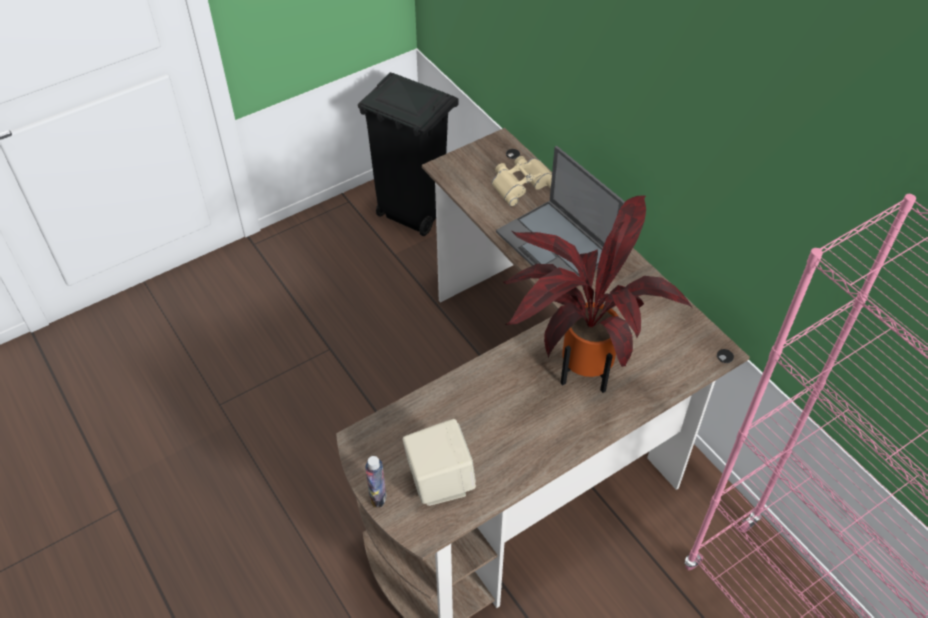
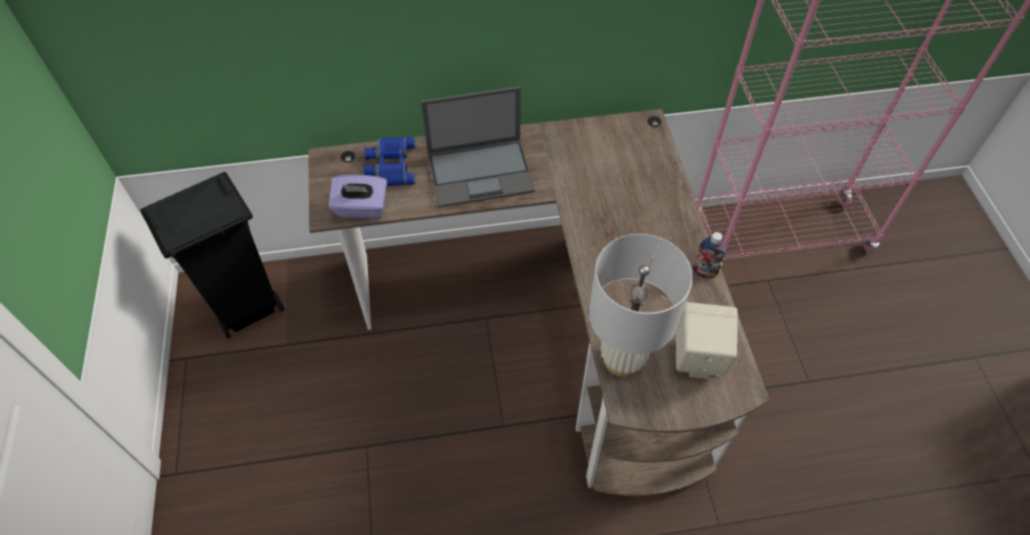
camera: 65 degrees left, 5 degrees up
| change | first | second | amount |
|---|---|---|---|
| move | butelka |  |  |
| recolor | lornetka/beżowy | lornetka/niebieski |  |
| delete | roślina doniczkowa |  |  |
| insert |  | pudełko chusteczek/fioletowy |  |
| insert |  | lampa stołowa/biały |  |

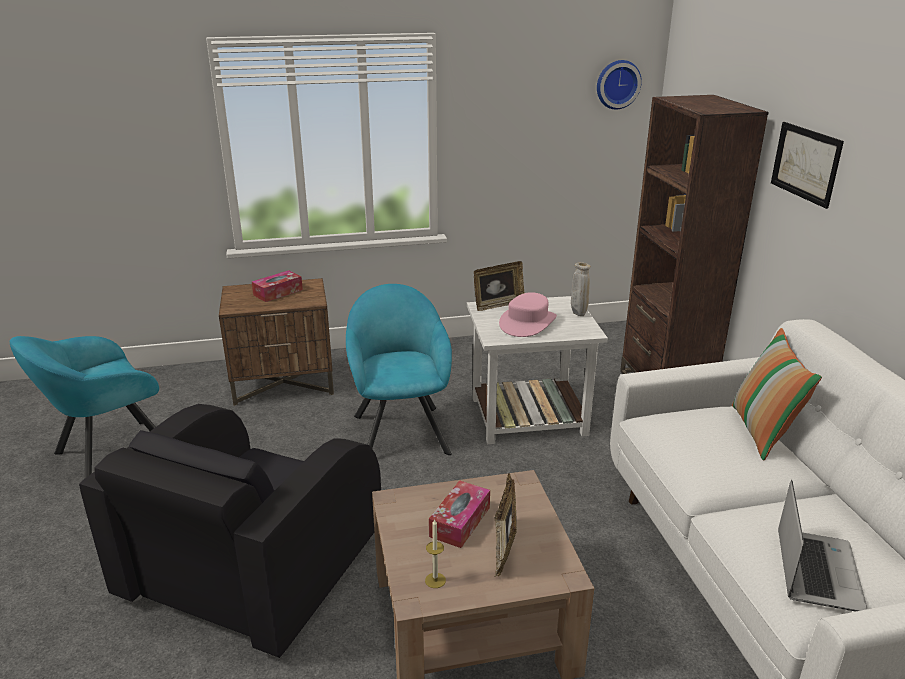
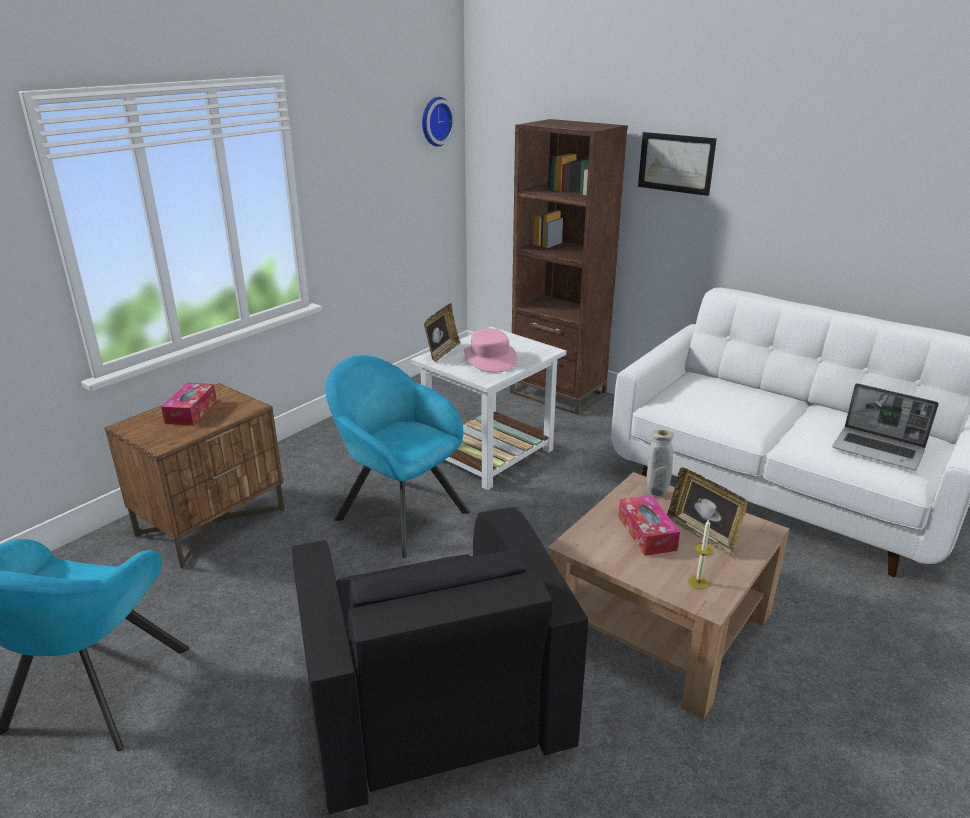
camera: 40 degrees left, 0 degrees up
| change | first | second | amount |
|---|---|---|---|
| move | wazon/beżowy |  |  |
| delete | poduszka |  |  |
| rotate | laptop |  | 150 degrees clockwise |

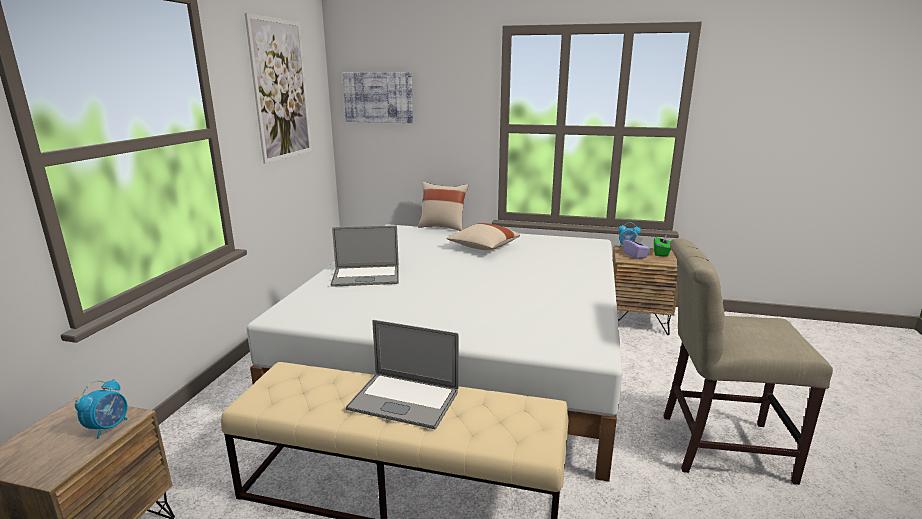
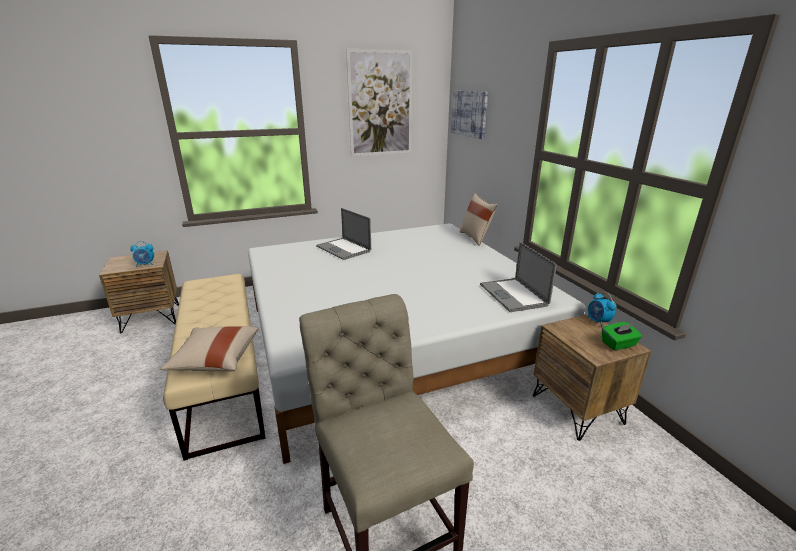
camera: 55 degrees right, 5 degrees up
| change | first | second | amount |
|---|---|---|---|
| move | laptop (2nd from left) |  |  |
| move | poduszka/beżowy (2nd from left in the first image) | poduszka/beżowy (1st from left) |  |
| delete | pudełko chusteczek/fioletowy |  |  |

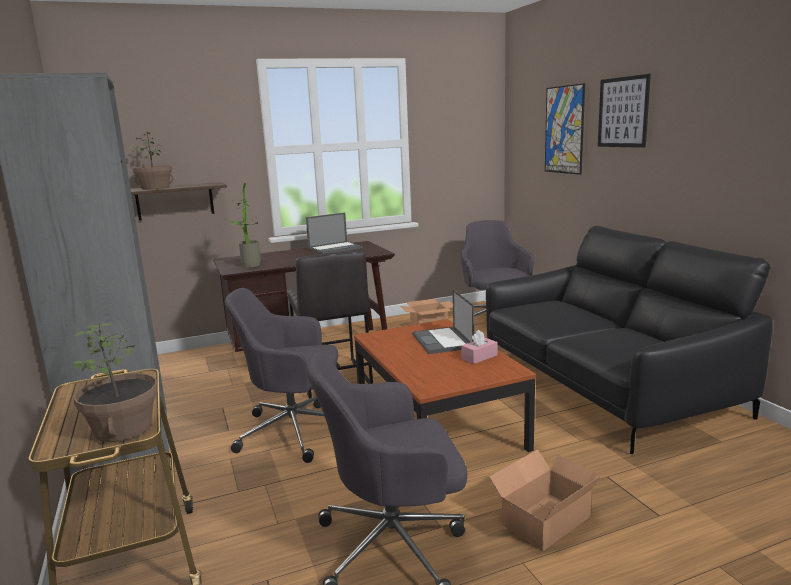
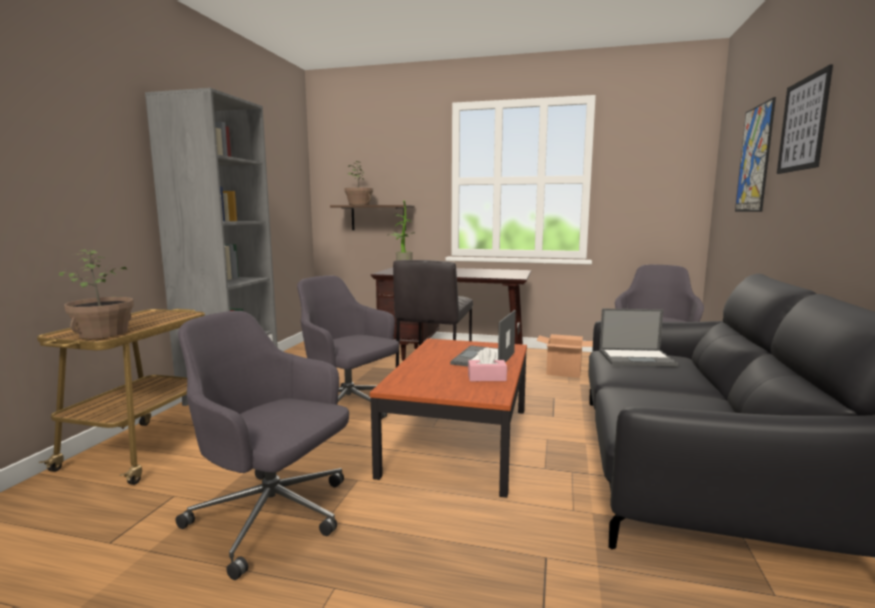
camera: 35 degrees right, 5 degrees down
| change | first | second | amount |
|---|---|---|---|
| move | laptop (1st from left in the first image) | laptop (2nd from left) |  |
| delete | karton (2nd from left) |  |  |

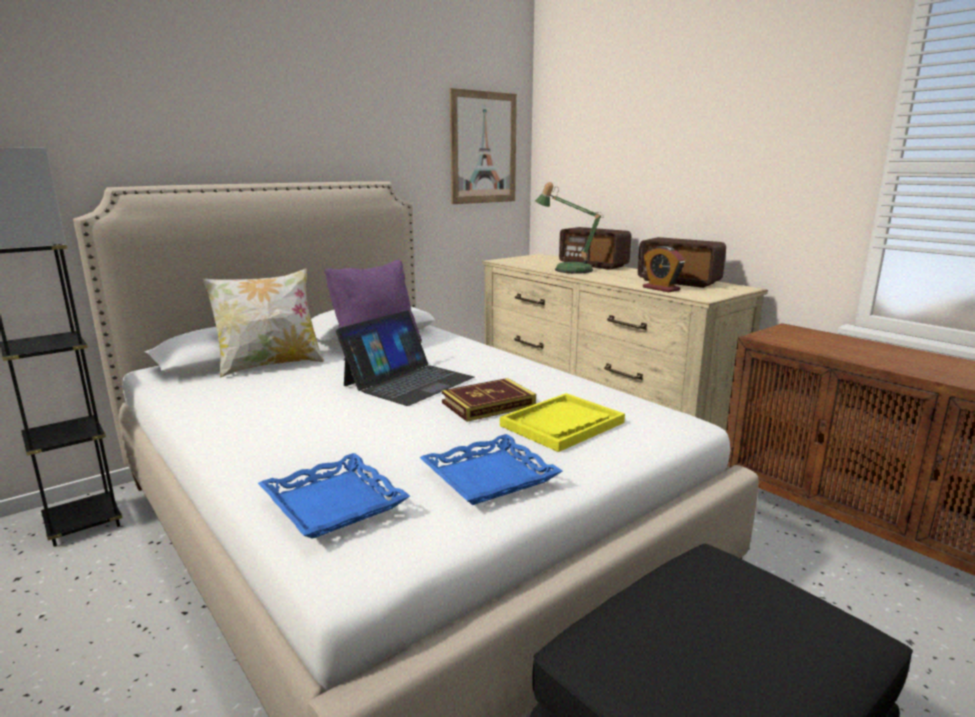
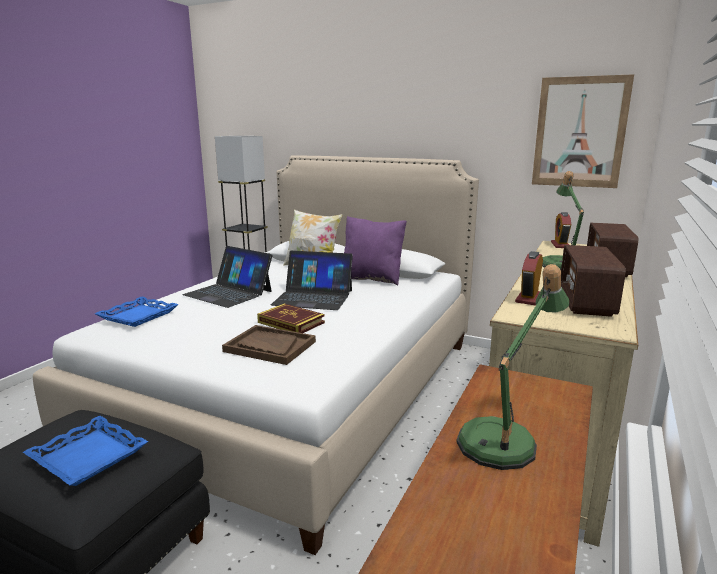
camera: 65 degrees right, 0 degrees up
| change | first | second | amount |
|---|---|---|---|
| move | taca/niebieski (2nd from left in the first image) | taca/niebieski (1st from left) |  |
| recolor | taca/żółty | taca/brązowy |  |
| insert |  | laptop (1st from left) |  |
| insert |  | lampa stołowa (1st from left) |  |
| insert |  | budzik (2nd from left) |  |

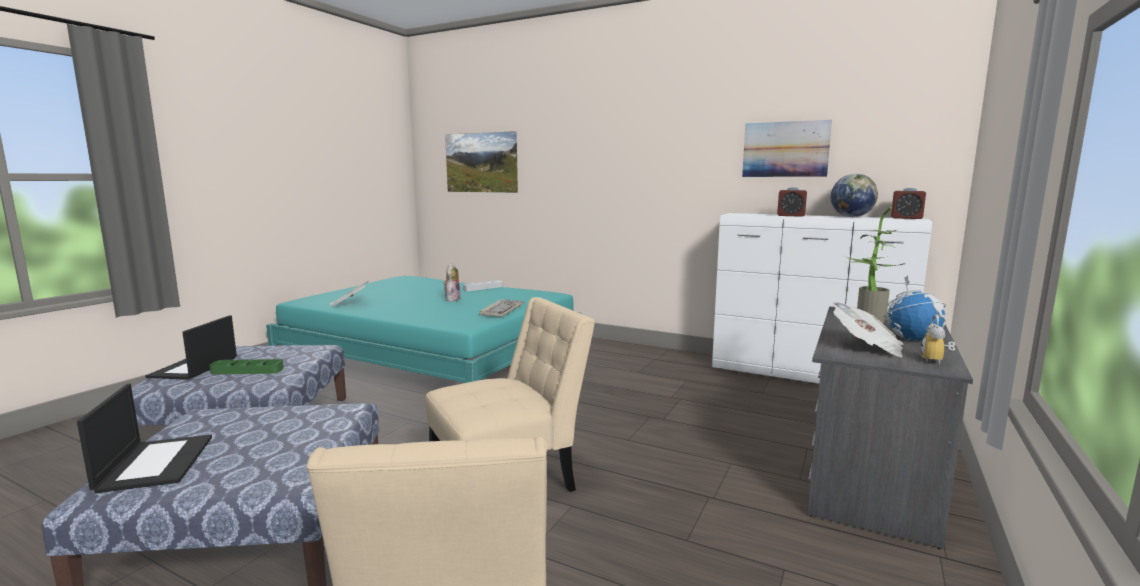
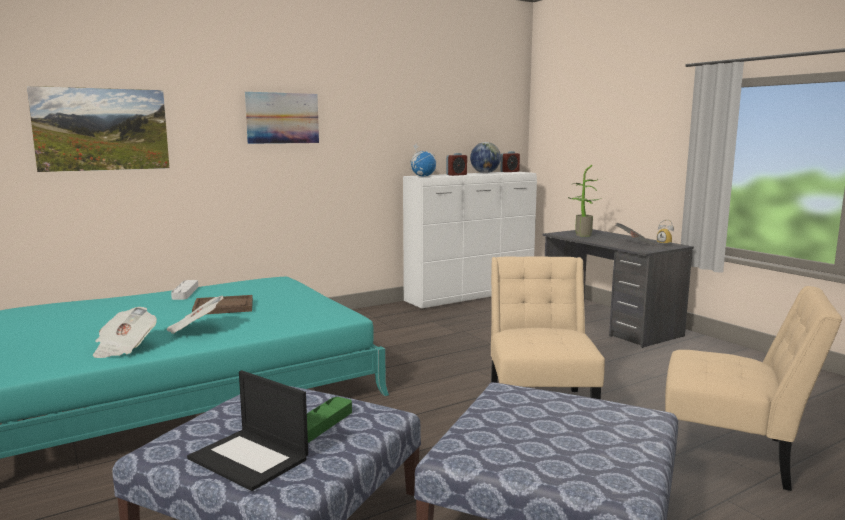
camera: 60 degrees left, 0 degrees up
| change | first | second | amount |
|---|---|---|---|
| delete | laptop (1st from left) |  |  |
| replace | pluszak | taca/brązowy |  |
| delete | klawiatura |  |  |
| move | obraz (2nd from left) |  |  |
| move | globus (2nd from left in the first image) | globus (1st from left) |  |
| insert |  | gazeta (2nd from left) |  |

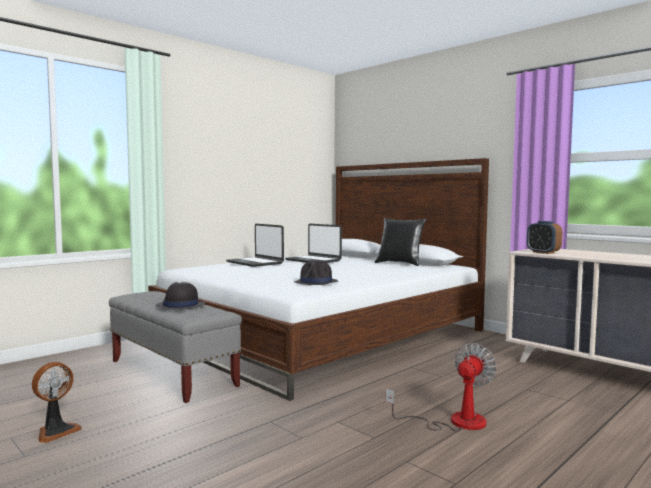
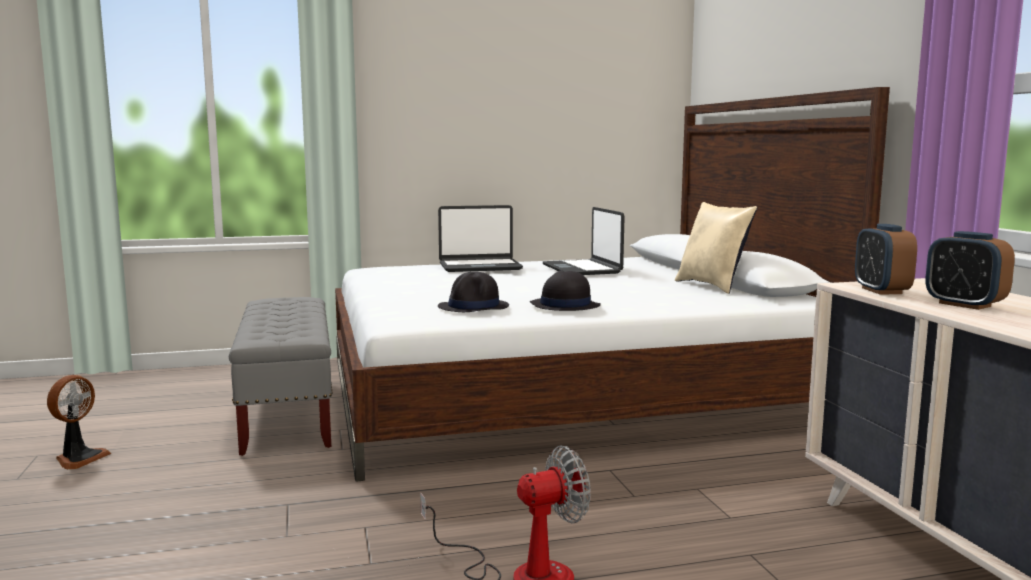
camera: 30 degrees right, 5 degrees up
| change | first | second | amount |
|---|---|---|---|
| rotate | wentylator (1st from left) |  | 45 degrees counterclockwise |
| move | kapelusz/czarny (1st from left in the first image) | kapelusz/czarny (2nd from left) |  |
| rotate | laptop (1st from left) |  | 90 degrees counterclockwise |
| recolor | poduszka/czarny | poduszka/beżowy |  |
| insert |  | budzik (2nd from left) |  |

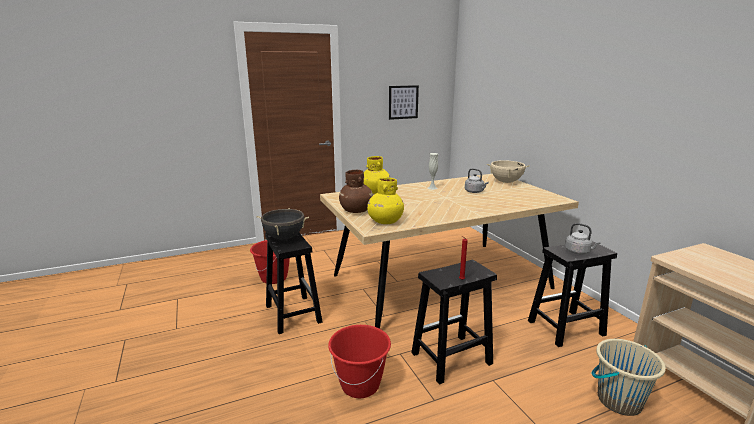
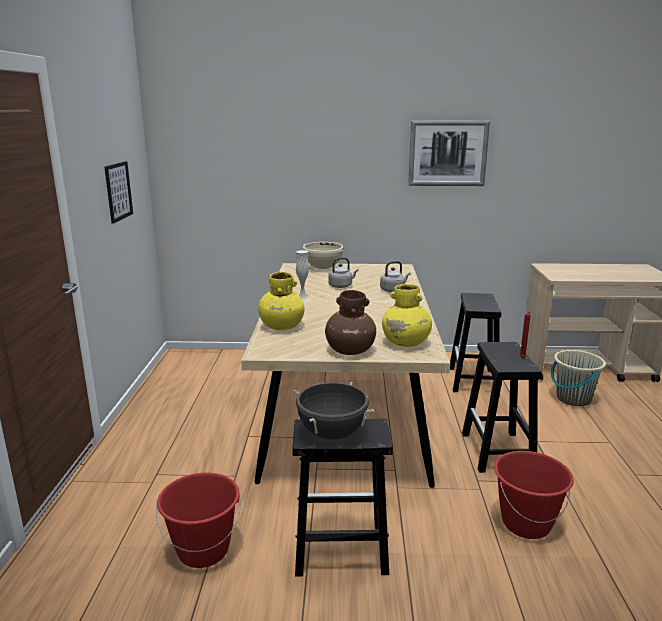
camera: 65 degrees left, 0 degrees up
| change | first | second | amount |
|---|---|---|---|
| move | czajnik/szary (2nd from left) |  |  |
| insert |  | obraz (2nd from left) |  |

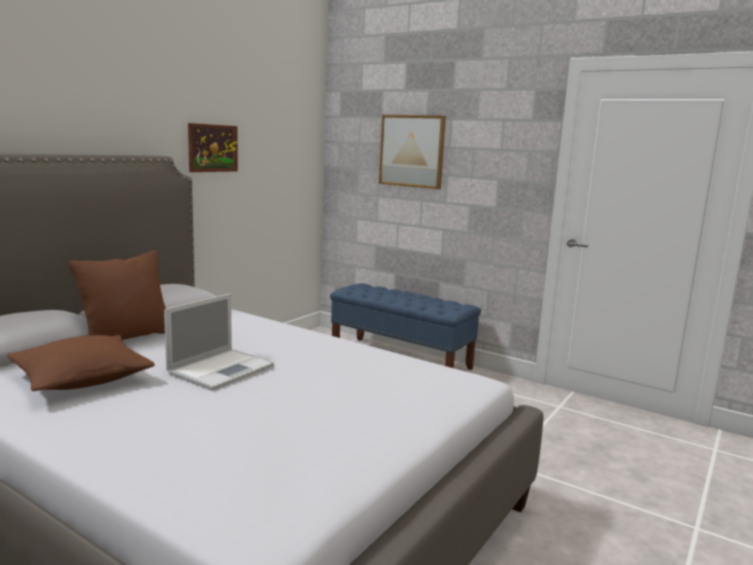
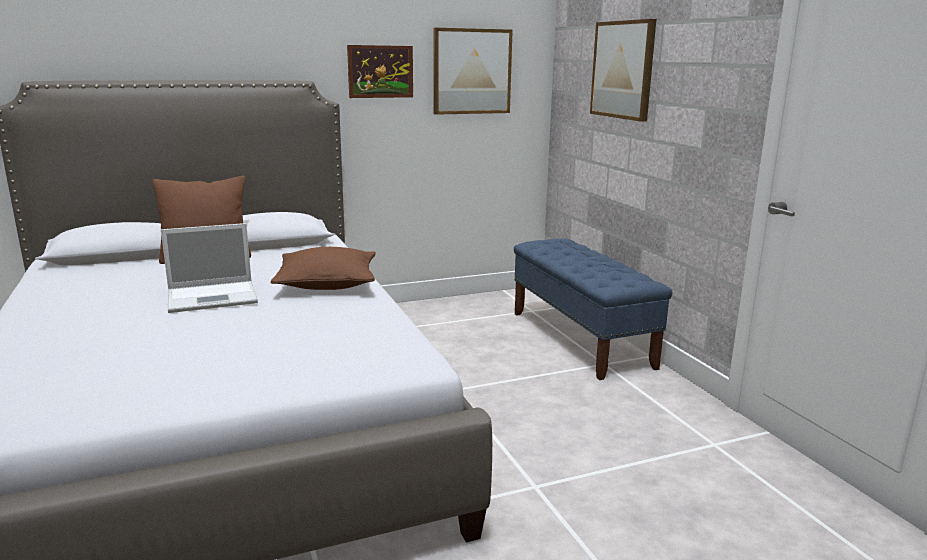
camera: 35 degrees right, 5 degrees up
| change | first | second | amount |
|---|---|---|---|
| move | poduszka/brązowy (1st from left in the first image) | poduszka/brązowy (2nd from left) |  |
| insert |  | obraz (2nd from left) |  |

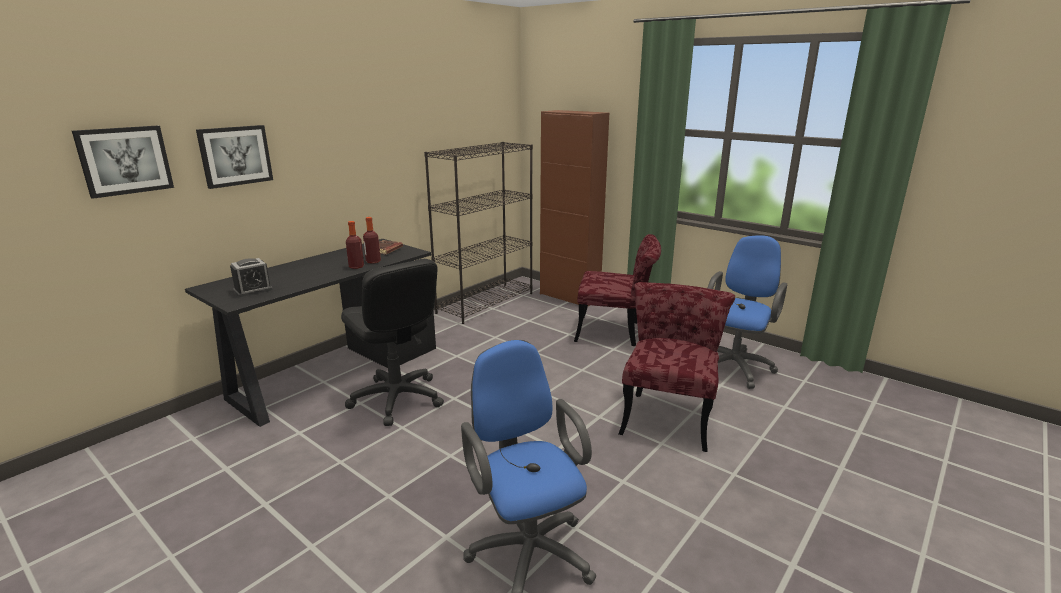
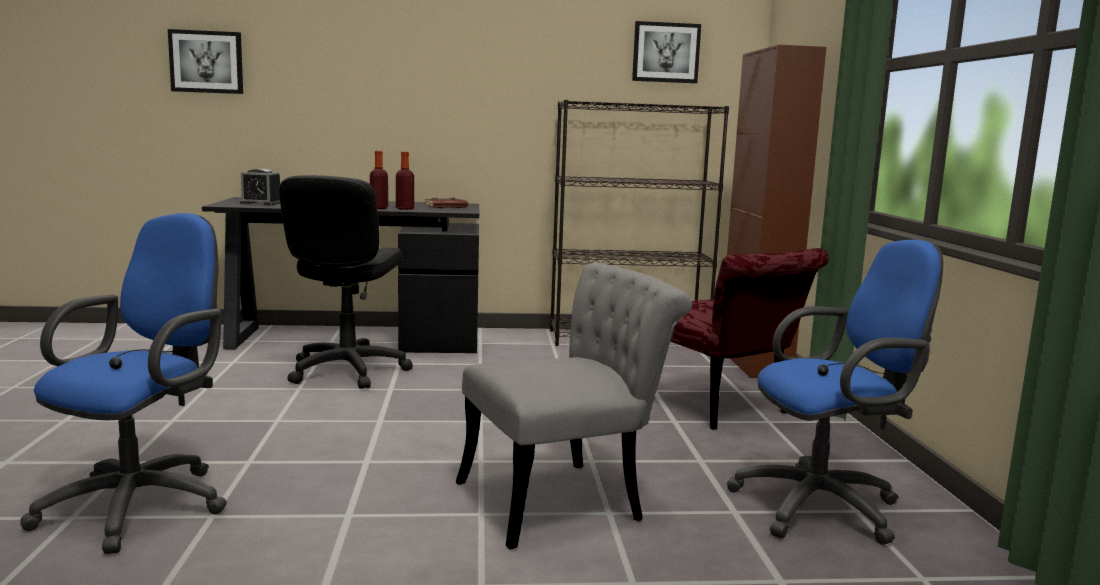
camera: 45 degrees right, 10 degrees down
| change | first | second | amount |
|---|---|---|---|
| move | obraz (2nd from left) |  |  |
| recolor | krzesło/czerwony (2nd from left) | krzesło/szary |  |

